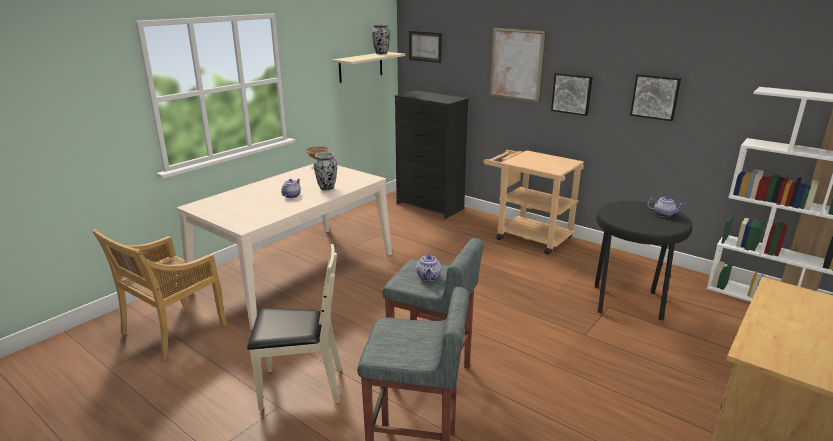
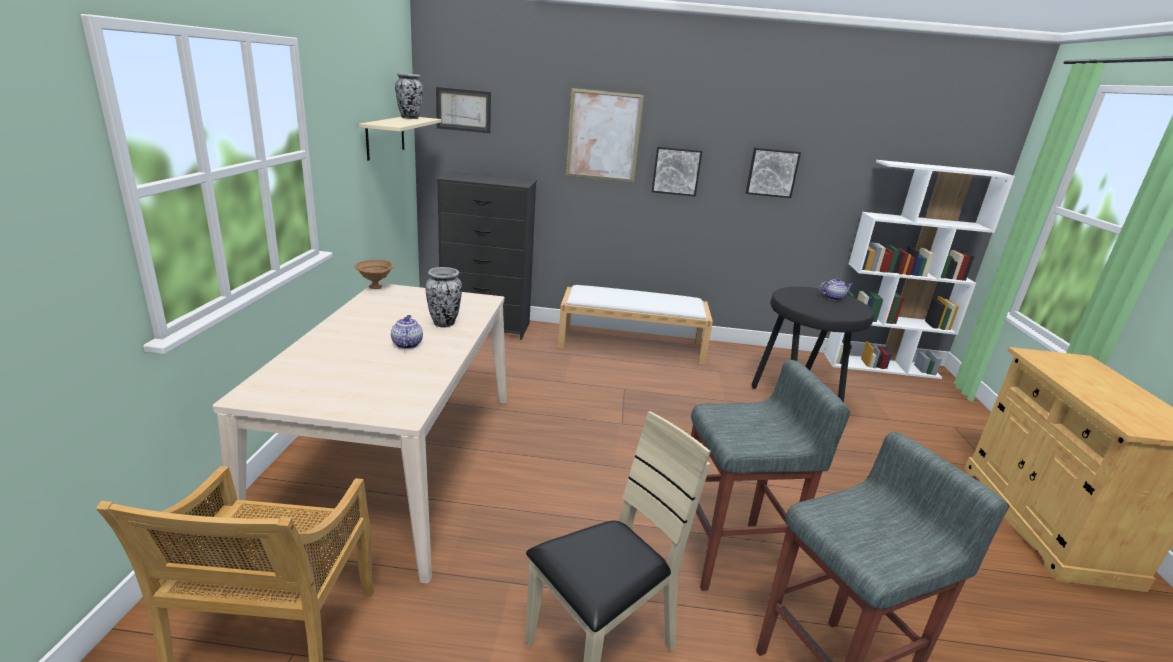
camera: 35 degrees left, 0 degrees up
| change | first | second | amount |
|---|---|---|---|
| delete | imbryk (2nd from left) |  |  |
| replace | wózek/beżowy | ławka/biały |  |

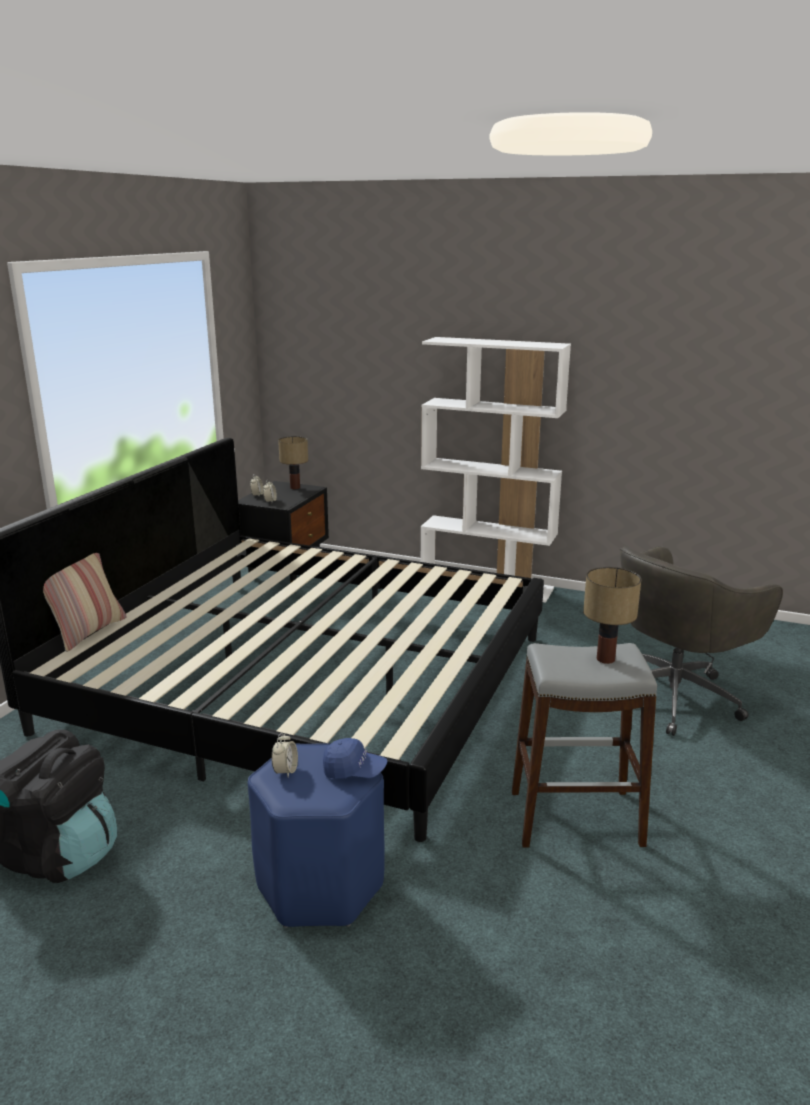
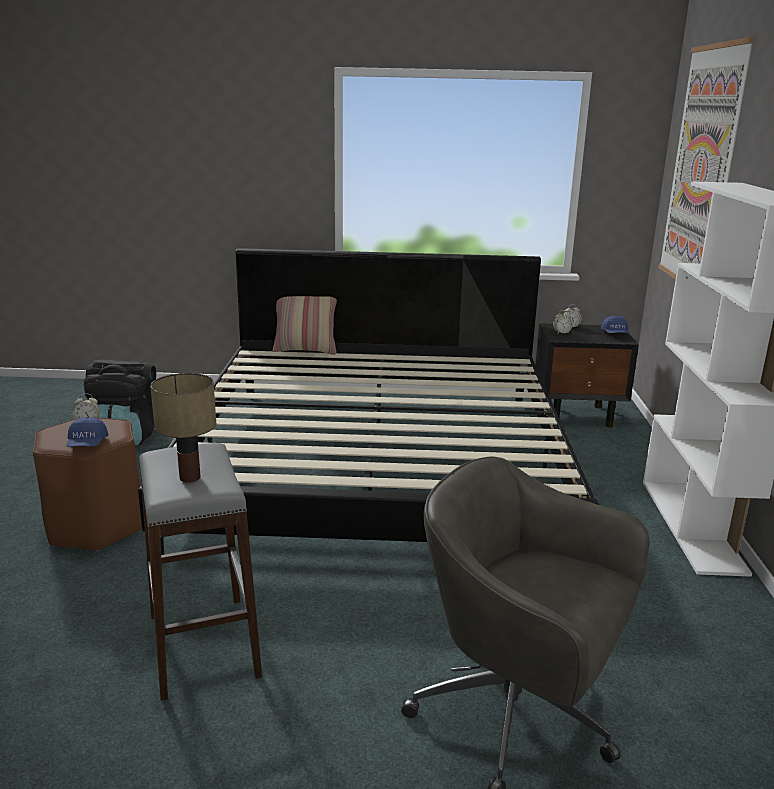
camera: 70 degrees right, 0 degrees up
| change | first | second | amount |
|---|---|---|---|
| recolor | stołek/niebieski | stołek/brązowy |  |
| replace | lampa stołowa (1st from left) | czapka z daszkiem/niebieski (2nd from left) |  |
| insert |  | obraz |  |

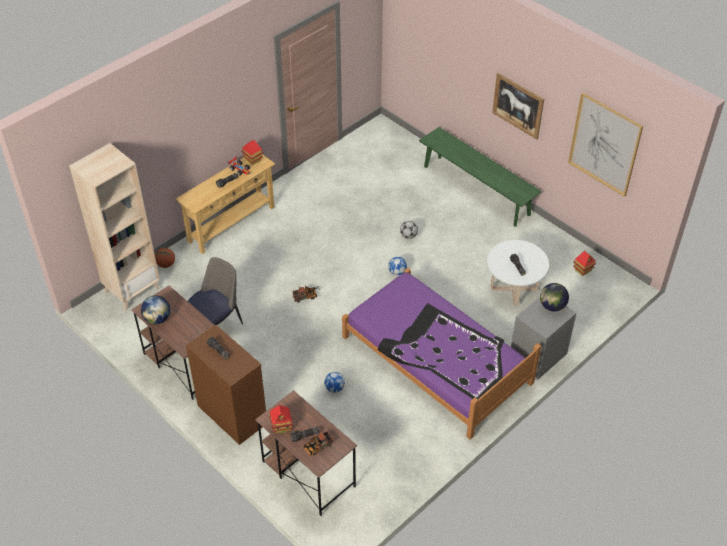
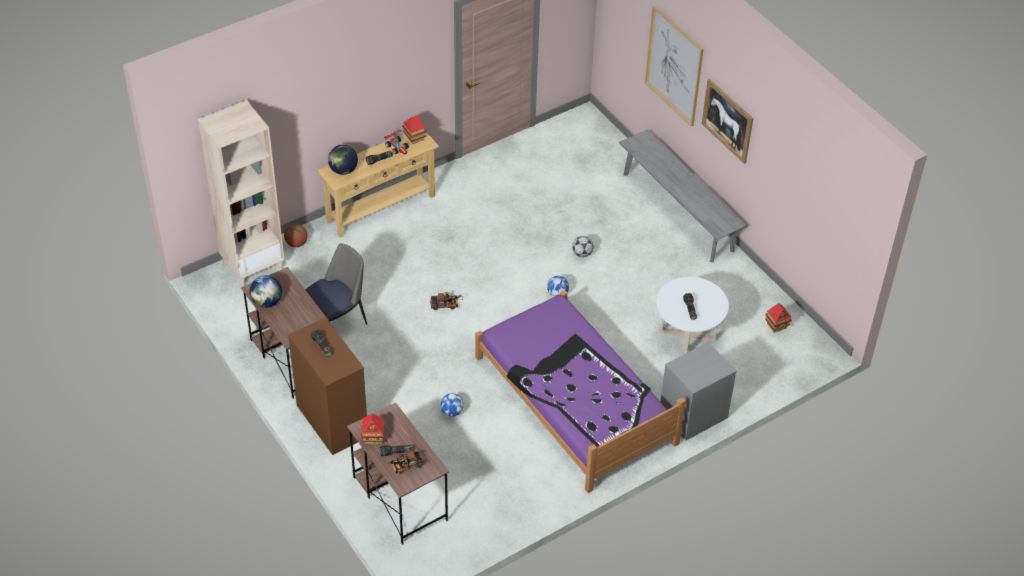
camera: 10 degrees right, 0 degrees up
| change | first | second | amount |
|---|---|---|---|
| recolor | ławka/zielony | ławka/szary |  |
| move | globus (2nd from left) |  |  |
| move | obraz (2nd from left in the first image) | obraz (1st from left) |  |

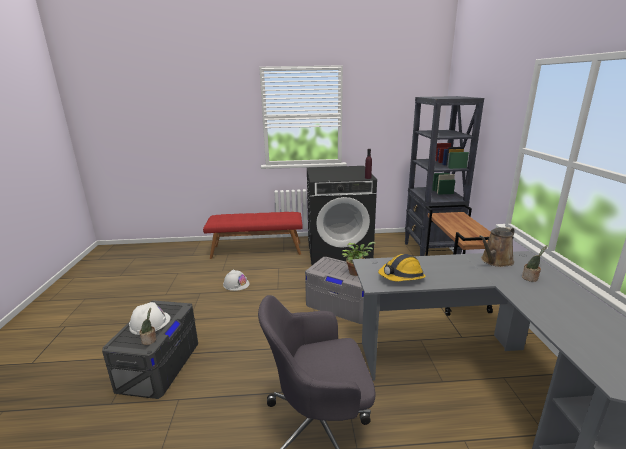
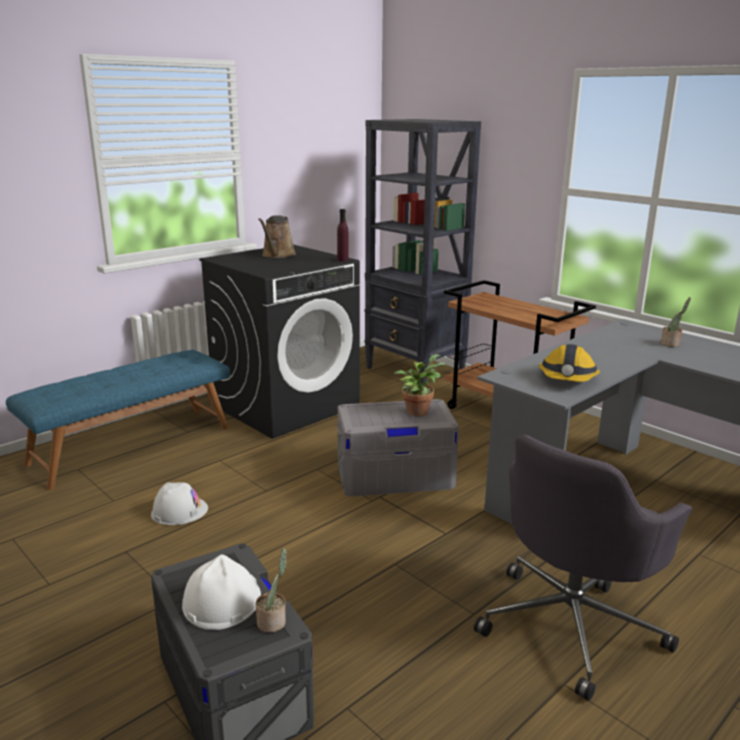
camera: 40 degrees left, 0 degrees up
| change | first | second | amount |
|---|---|---|---|
| recolor | ławka/czerwony | ławka/niebieski |  |
| move | konewka/brązowy |  |  |

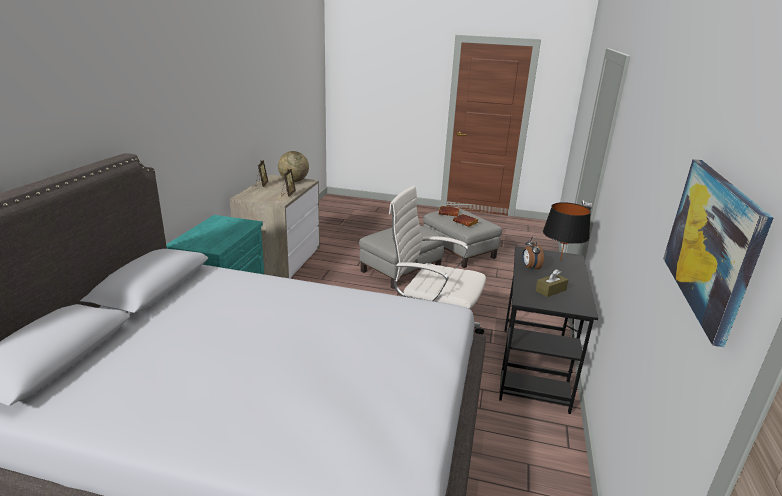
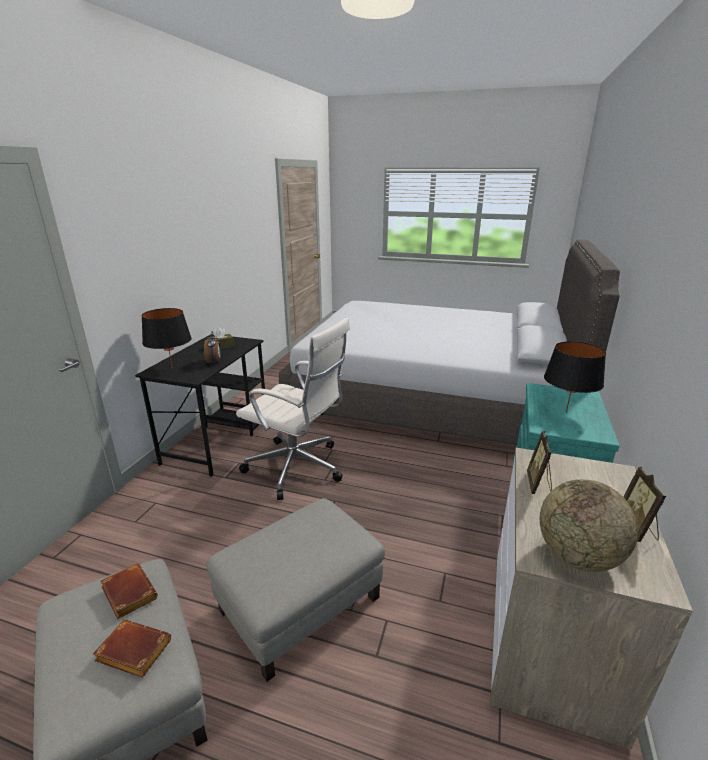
camera: 175 degrees left, 0 degrees up
| change | first | second | amount |
|---|---|---|---|
| delete | obraz |  |  |
| insert |  | lampa stołowa/czarny (2nd from left) |  |

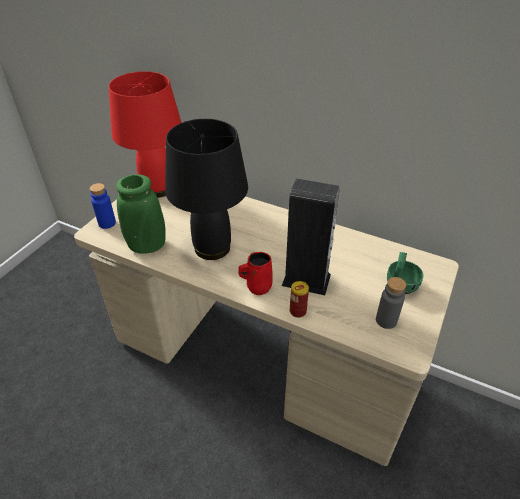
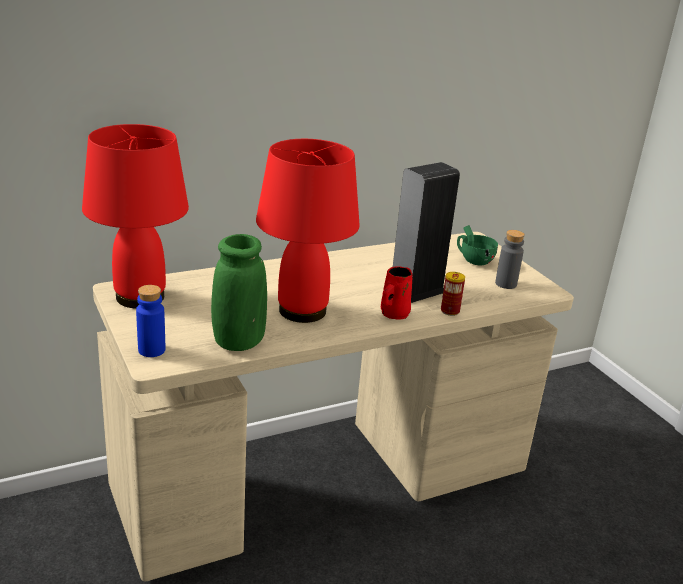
camera: 55 degrees left, 15 degrees down
| change | first | second | amount |
|---|---|---|---|
| recolor | lampa stołowa/czarny | lampa stołowa/czerwony (2nd from left) |  |

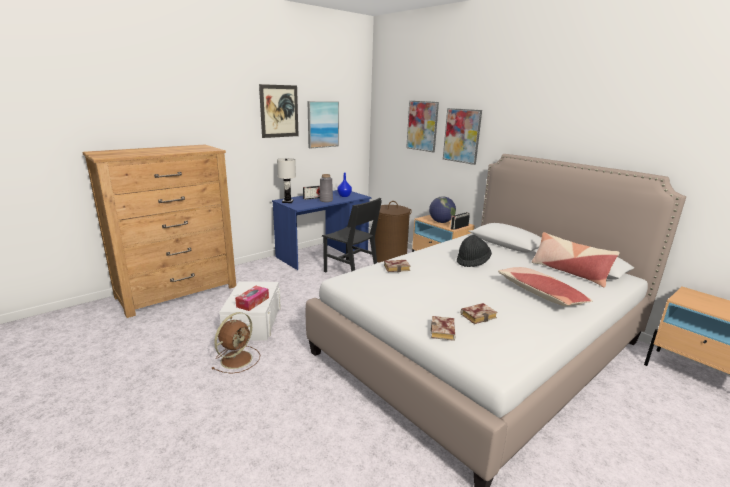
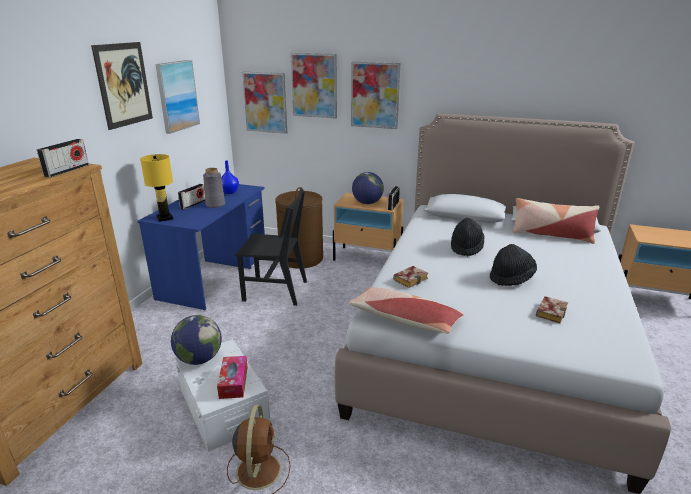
camera: 30 degrees left, 5 degrees up
| change | first | second | amount |
|---|---|---|---|
| recolor | lampa stołowa/biały | lampa stołowa/żółty |  |
| delete | książka (2nd from left) |  |  |
| move | poduszka (1st from left) |  |  |
| insert |  | radio (1st from left) |  |
| insert |  | globus (1st from left) |  |
| insert |  | obraz (3rd from left) |  |
| insert |  | kapelusz/czarny (2nd from left) |  |

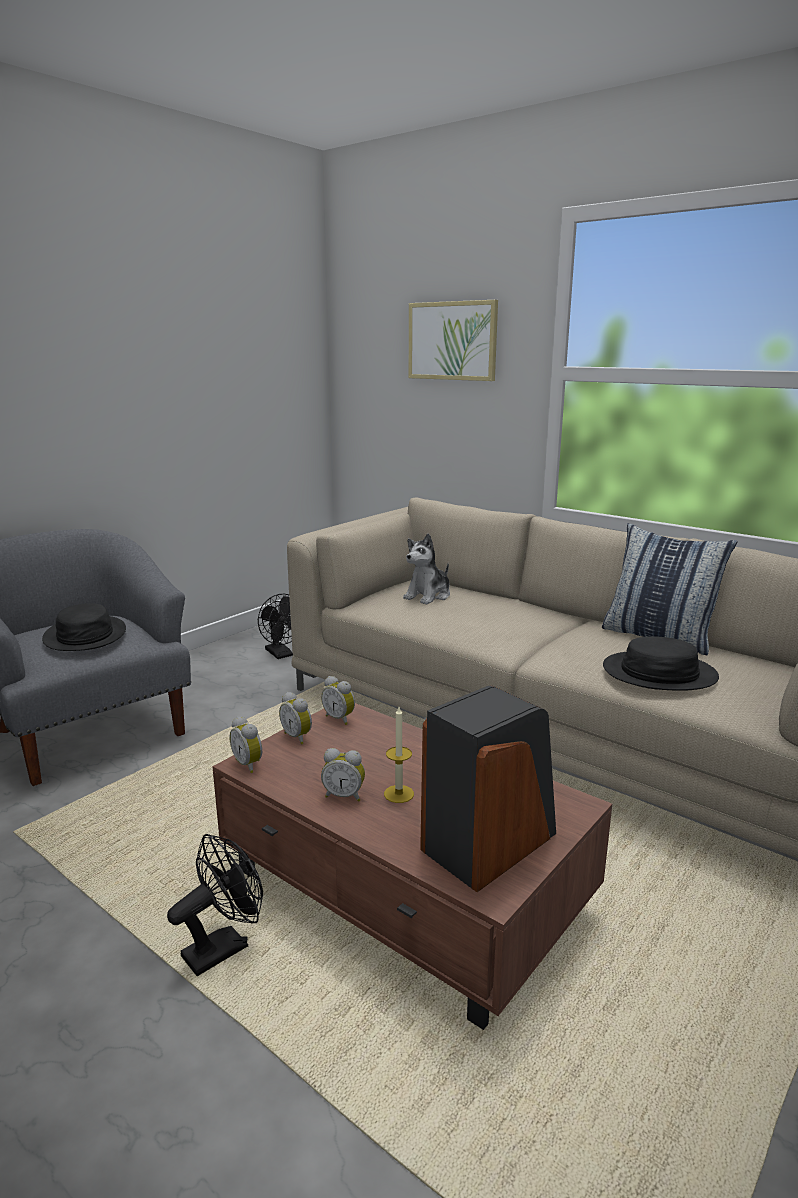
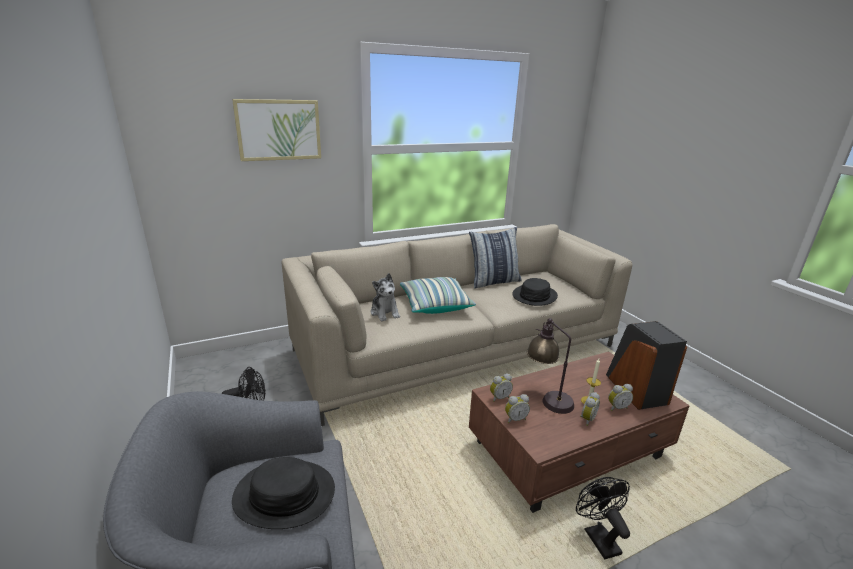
camera: 65 degrees left, 5 degrees up
| change | first | second | amount |
|---|---|---|---|
| move | budzik (1st from left in the first image) | budzik (4th from left) |  |
| insert |  | poduszka (1st from left) |  |
| insert |  | lampa stołowa |  |

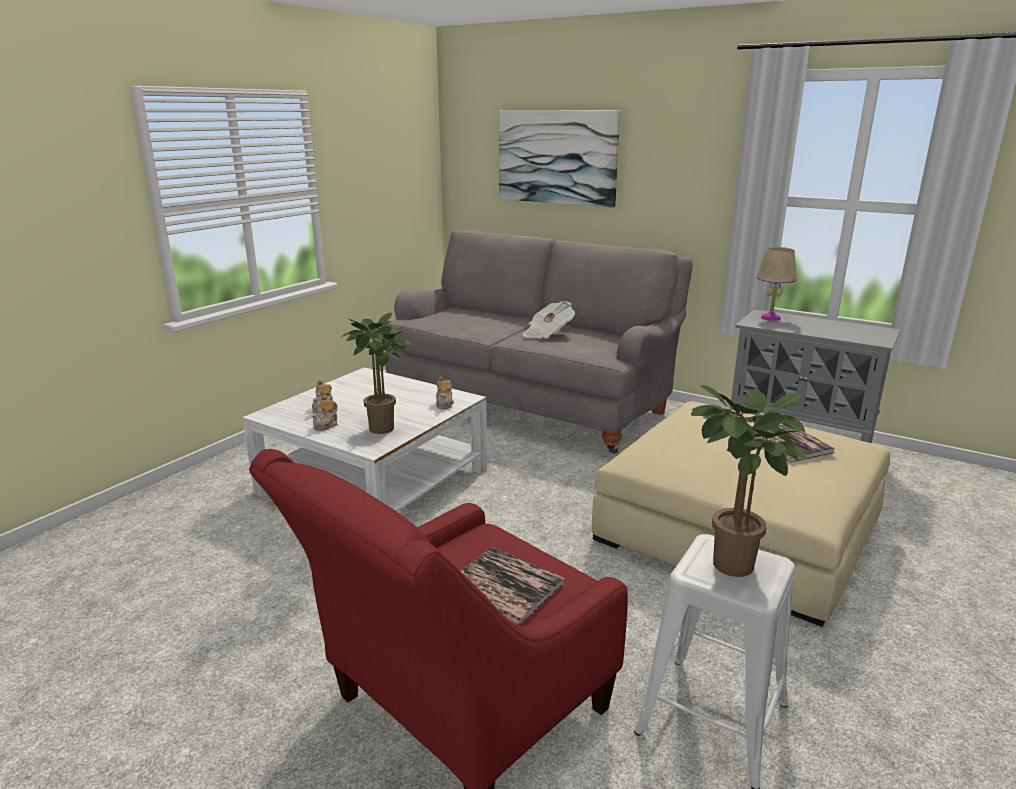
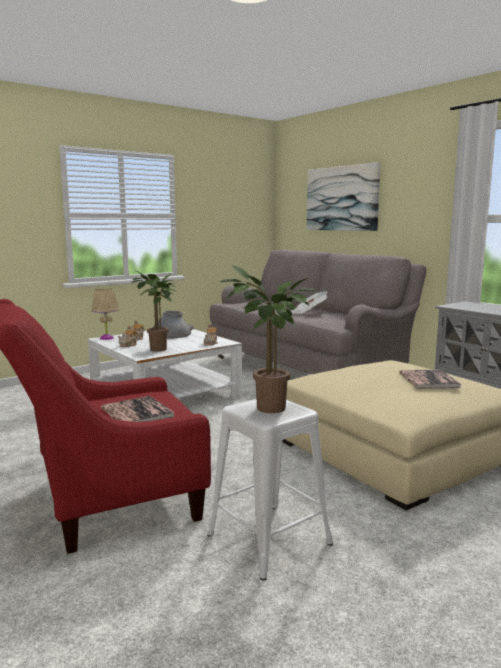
camera: 20 degrees right, 10 degrees down
| change | first | second | amount |
|---|---|---|---|
| move | lampa stołowa/beżowy |  |  |
| insert |  | wazon/szary |  |

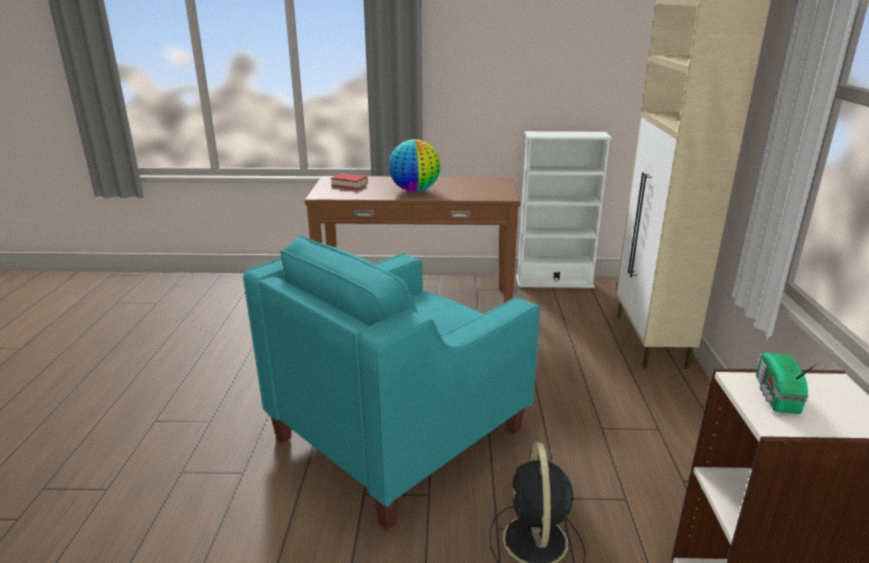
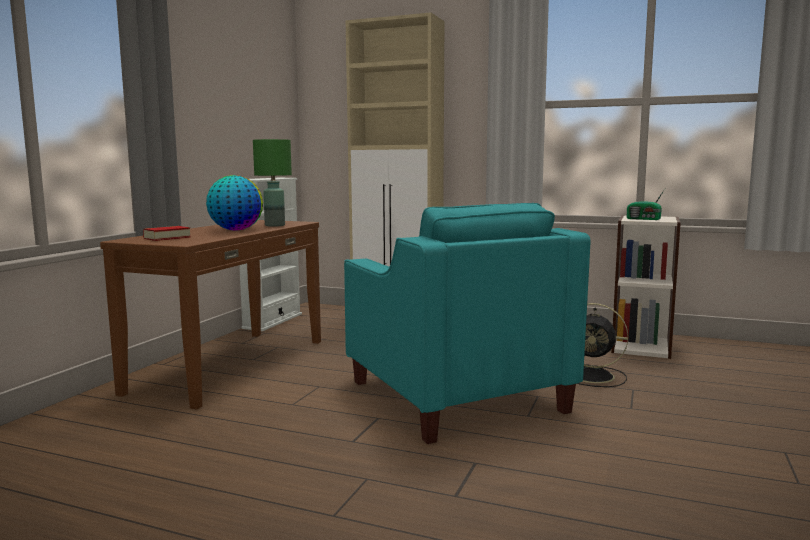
camera: 70 degrees left, 15 degrees down
| change | first | second | amount |
|---|---|---|---|
| insert |  | lampa stołowa/zielony |  |

